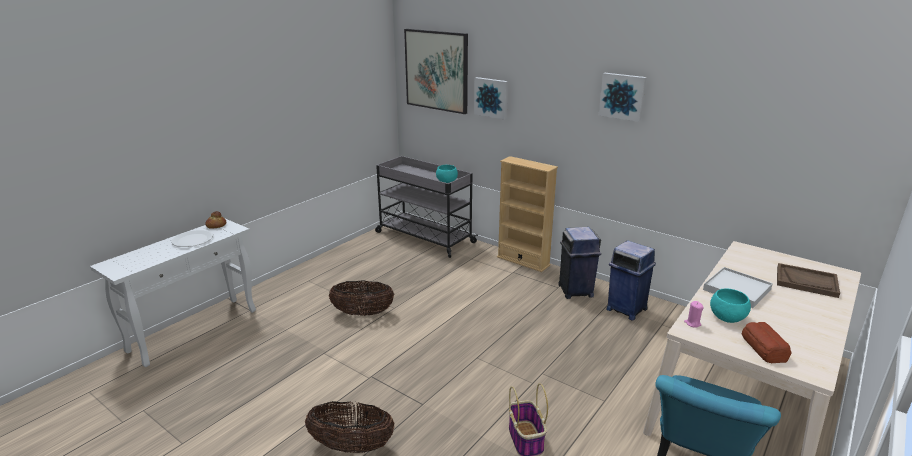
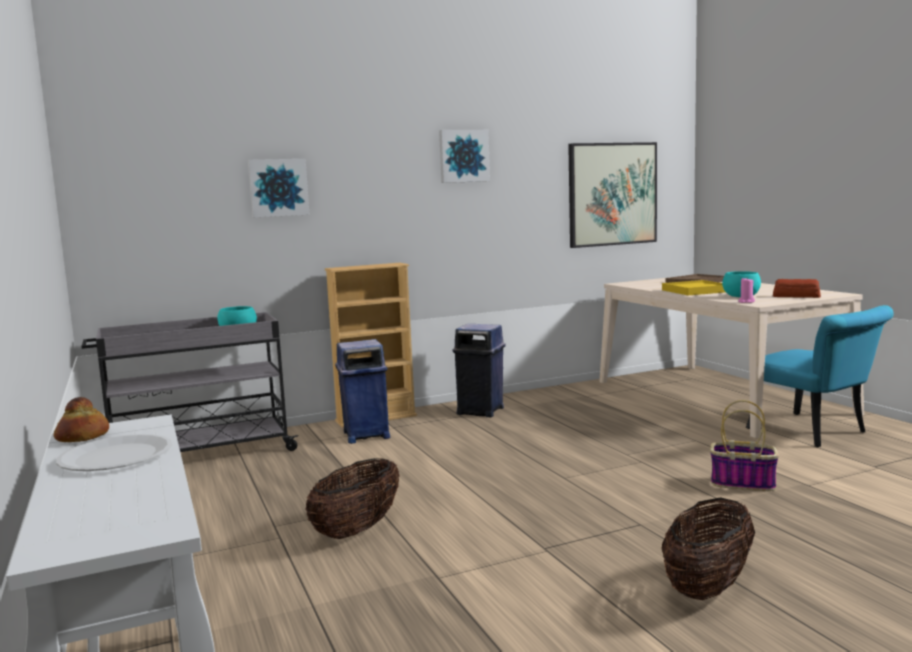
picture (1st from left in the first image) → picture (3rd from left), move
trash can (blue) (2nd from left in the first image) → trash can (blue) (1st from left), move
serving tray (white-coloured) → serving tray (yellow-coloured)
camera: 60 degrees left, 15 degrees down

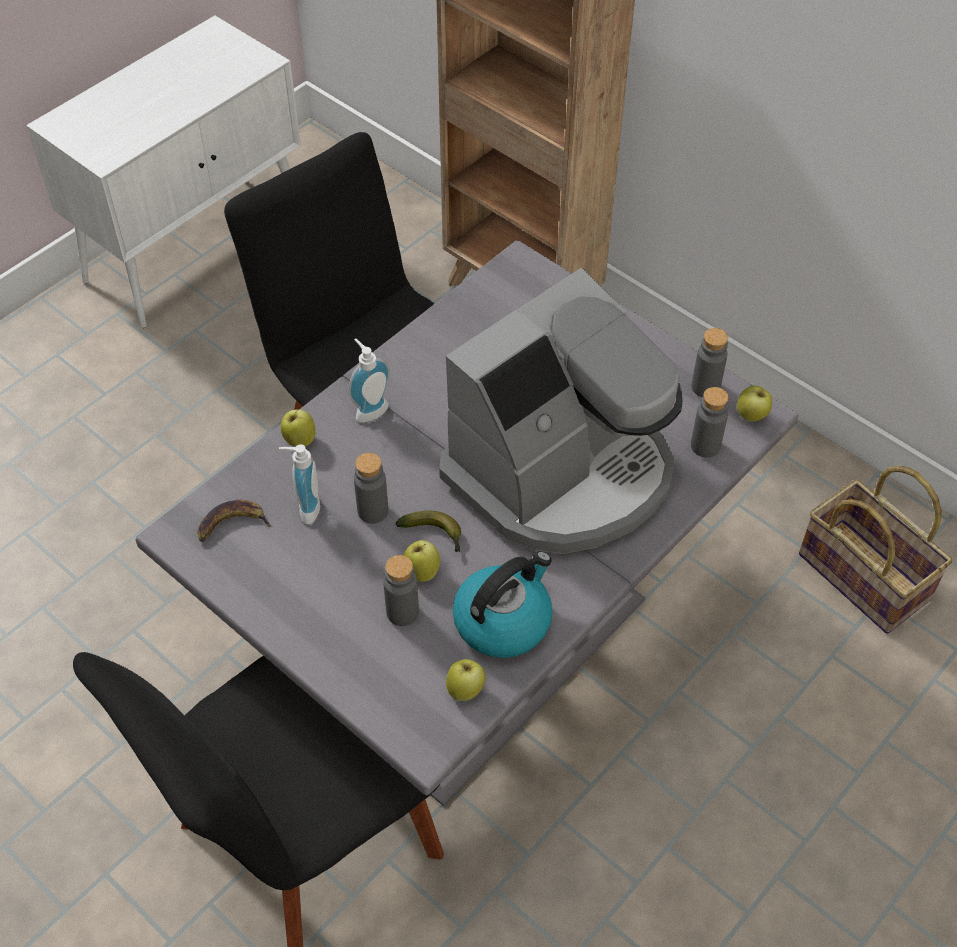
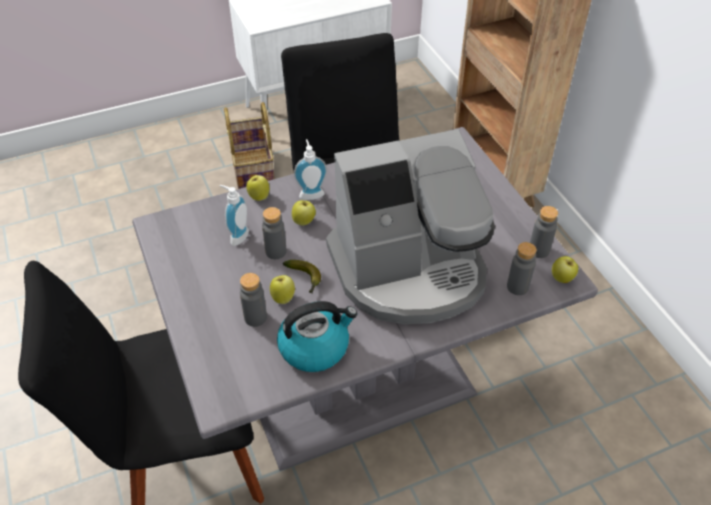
banana (1st from left) → -
apple (3rd from left), move
basket, move
camera: 25 degrees right, 5 degrees down

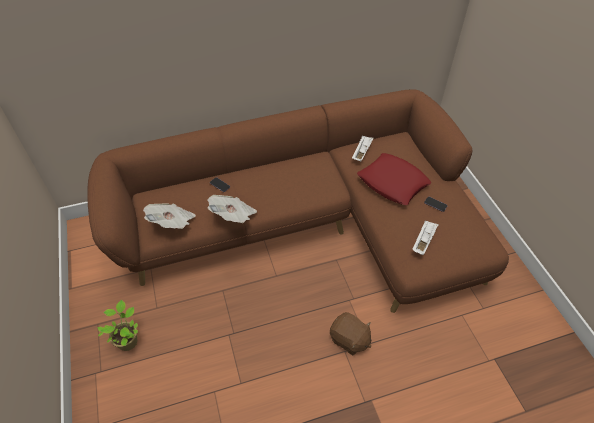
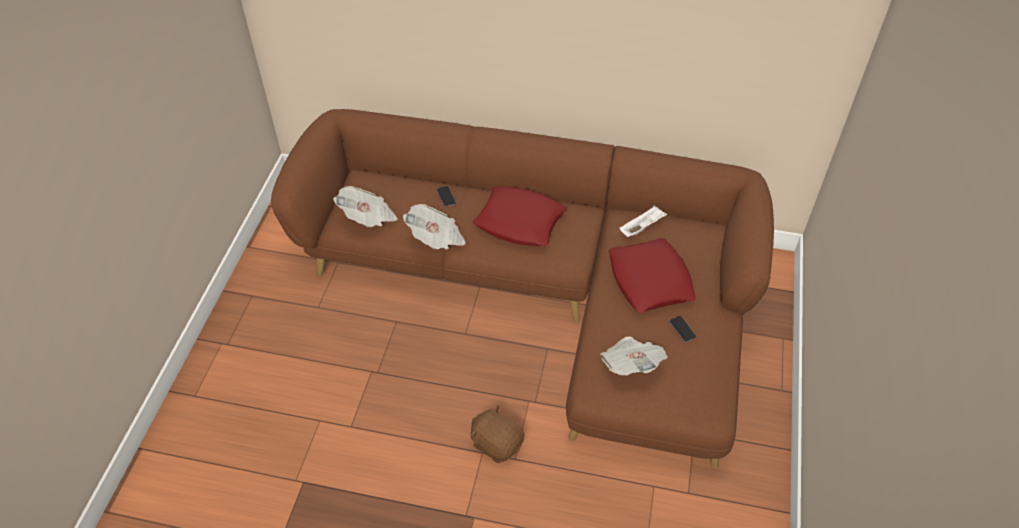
plant in a pot → -
- → pillow (red-coloured) (1st from left)
serving tray (white-coloured) (2nd from left) → printed paper (3rd from left)
plush toy (brownish), 150 degrees clockwise
camera: 30 degrees right, 0 degrees up

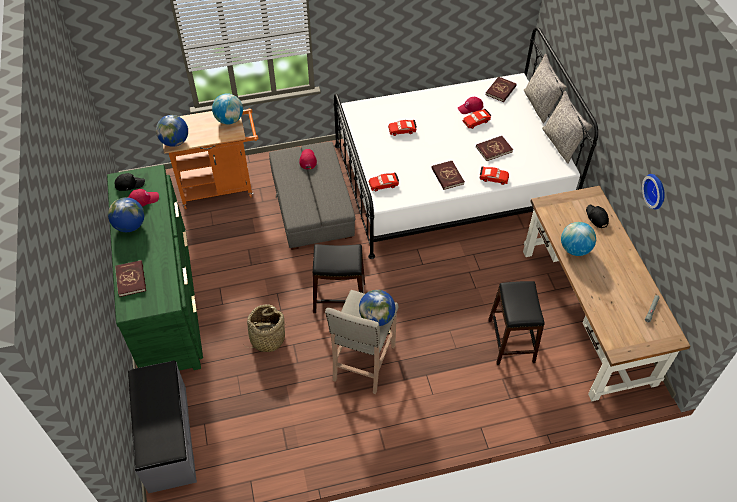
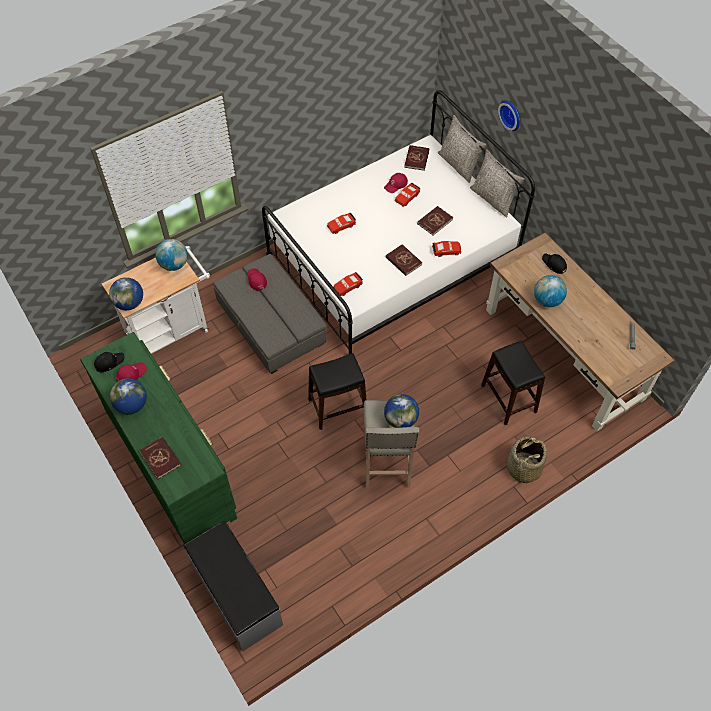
basket, move
clock on the wall, move
trolley (orange) → trolley (white-coloured)
camera: 20 degrees left, 5 degrees up

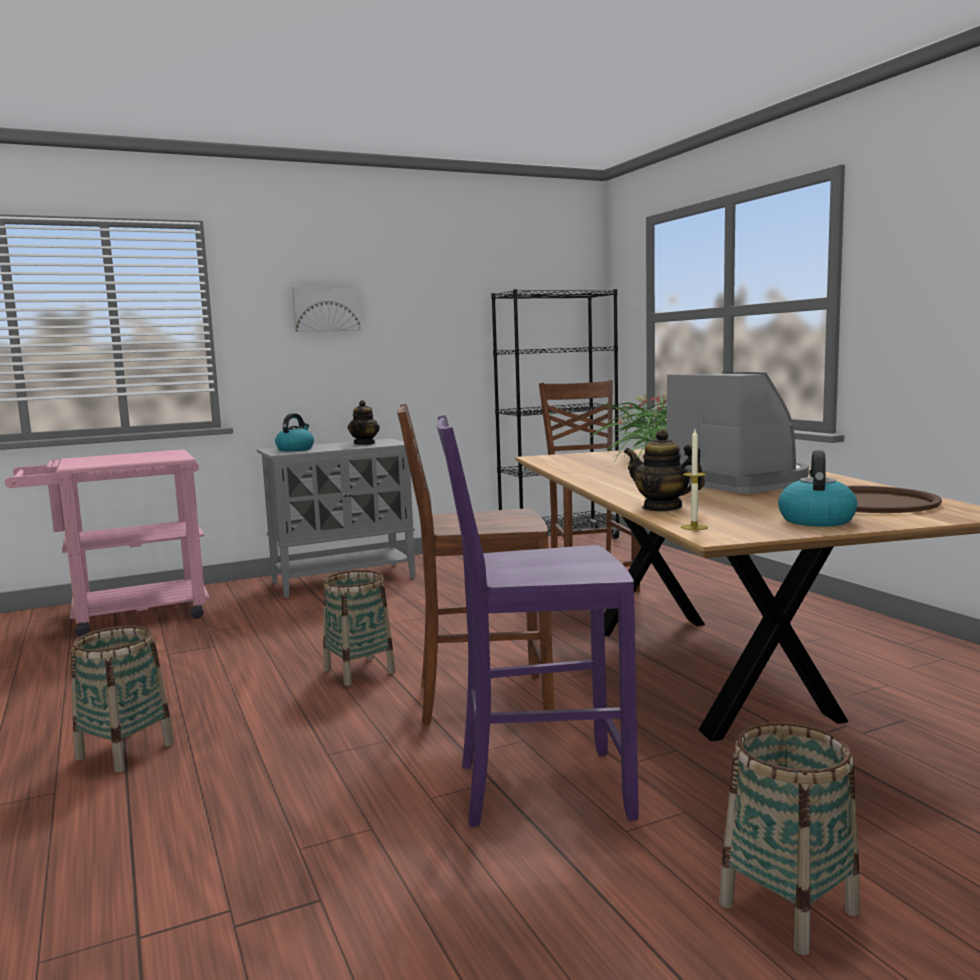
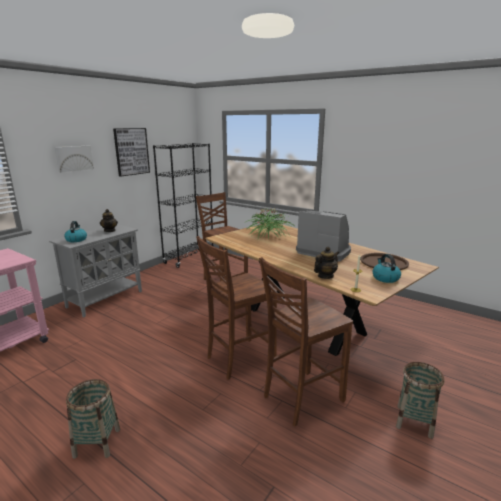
basket (2nd from left) → -
- → picture (2nd from left)
chair (purple) → chair (brownish) (3rd from left)
teapot (2nd from left), 135 degrees clockwise
camera: 30 degrees left, 10 degrees up

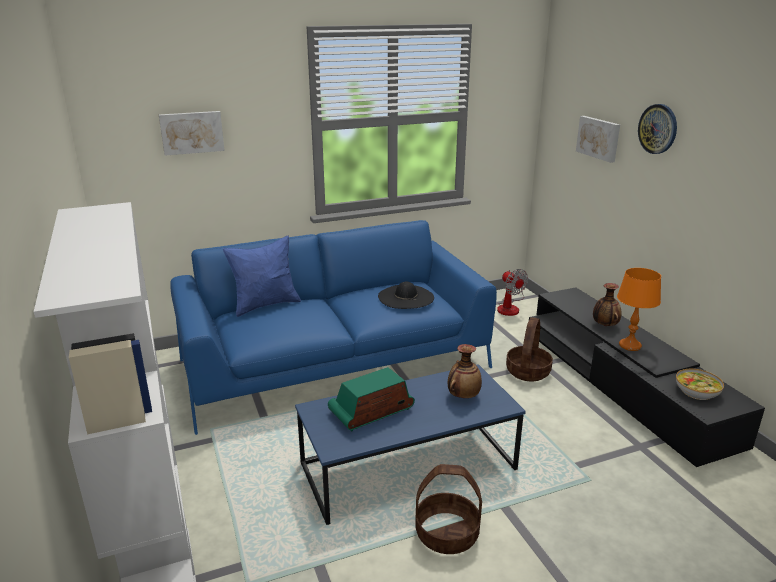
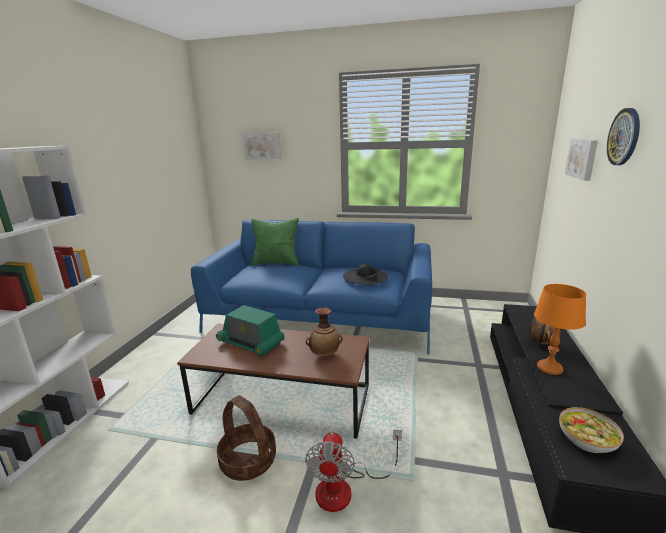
basket (2nd from left) → -
cooling fan, move
pillow (blue) → pillow (green)
lounge table (blue) → lounge table (brownish)
radio receiver, 150 degrees counterclockwise
camera: 35 degrees right, 5 degrees down

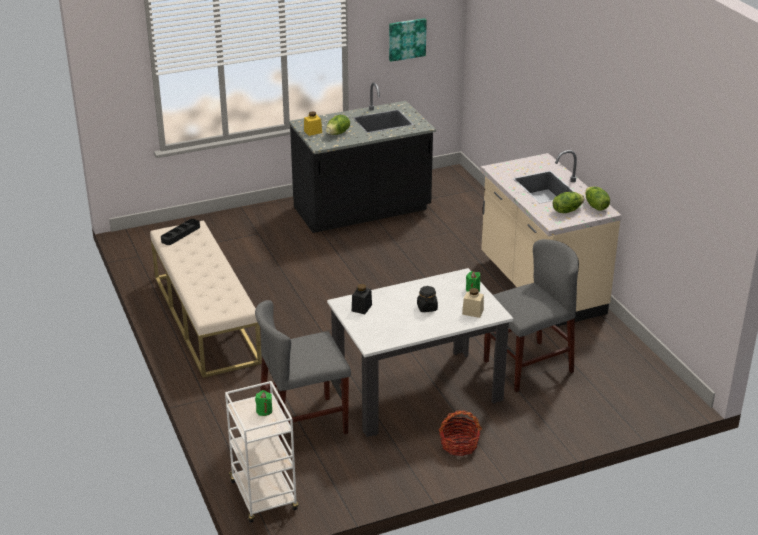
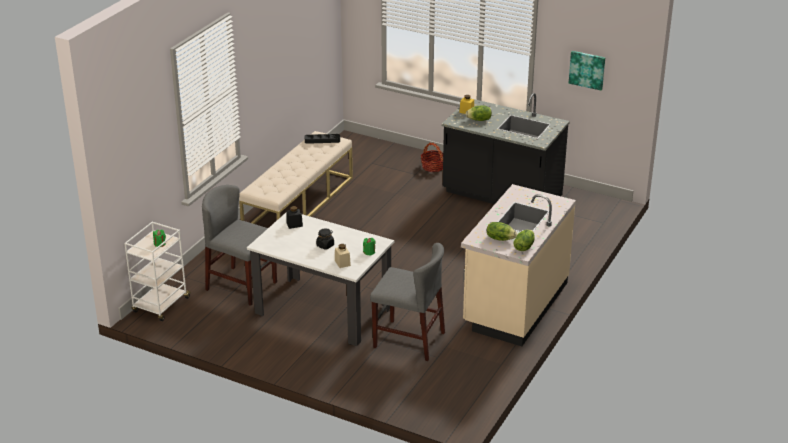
basket, move
camera: 50 degrees right, 0 degrees up

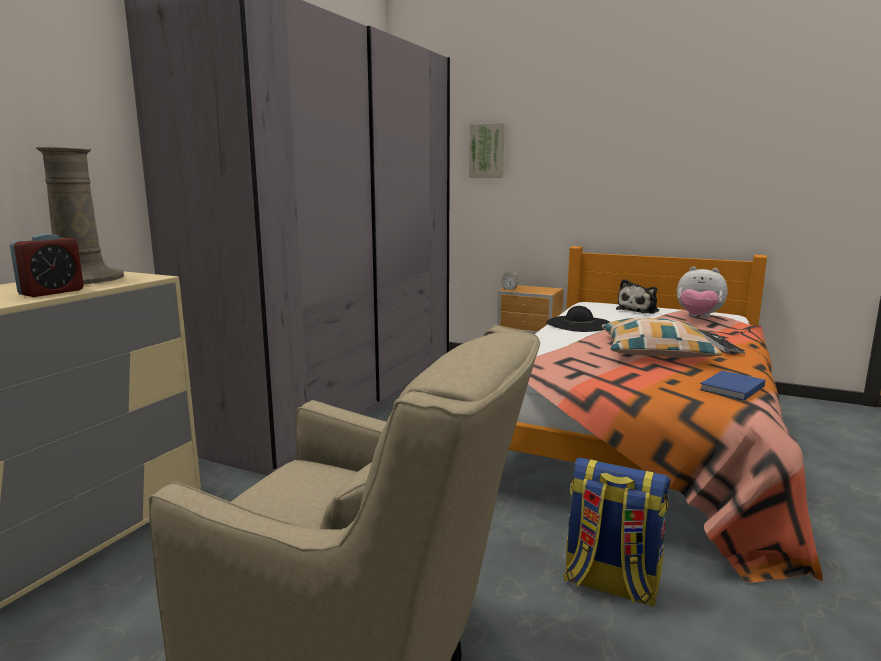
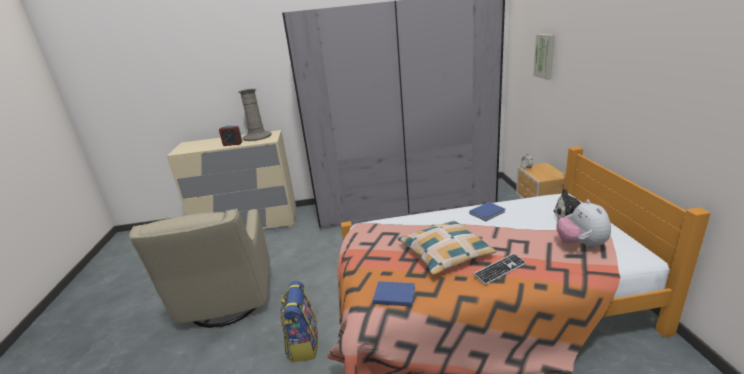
clothing hat (black) → volume (blue) (2nd from left)
camera: 60 degrees right, 10 degrees up

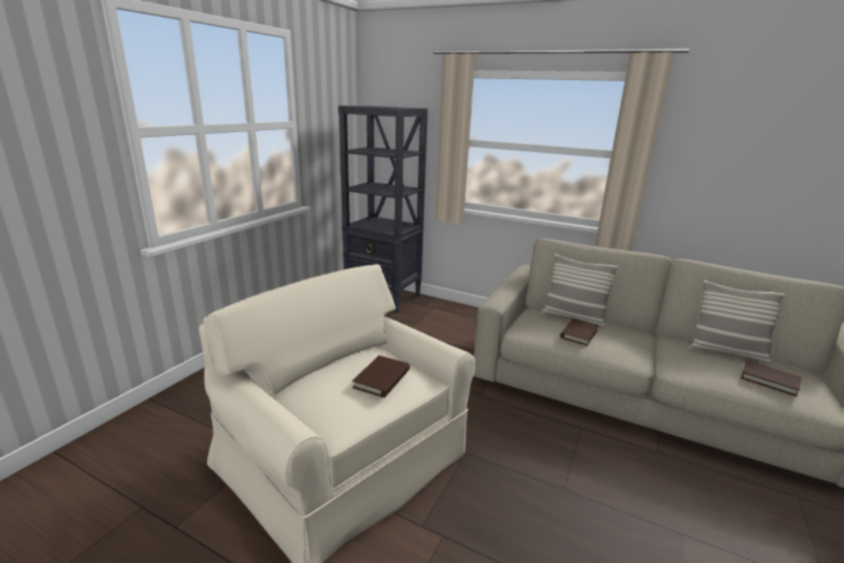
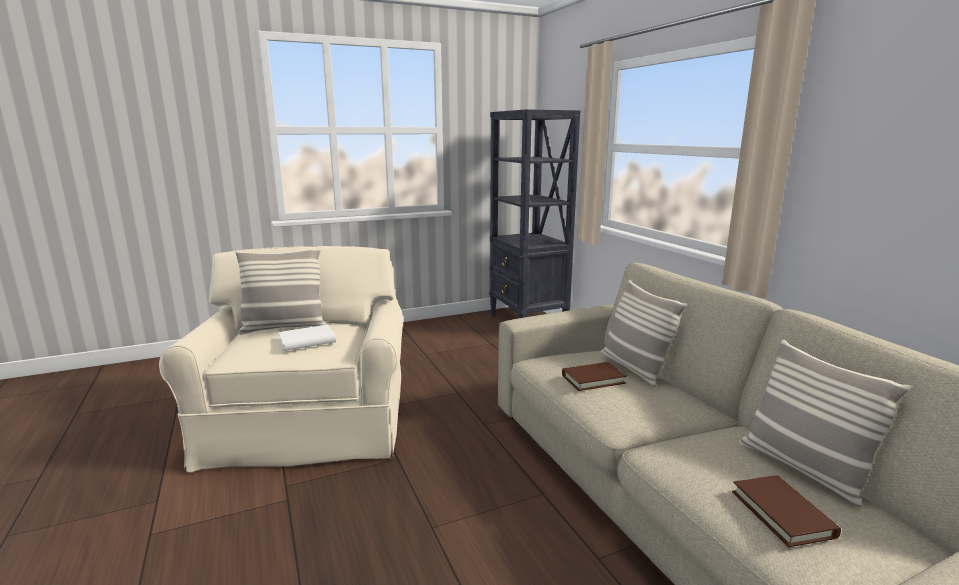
- → pillow (1st from left)
volume (brownish) (1st from left) → volume (white-coloured)
camera: 40 degrees right, 5 degrees down

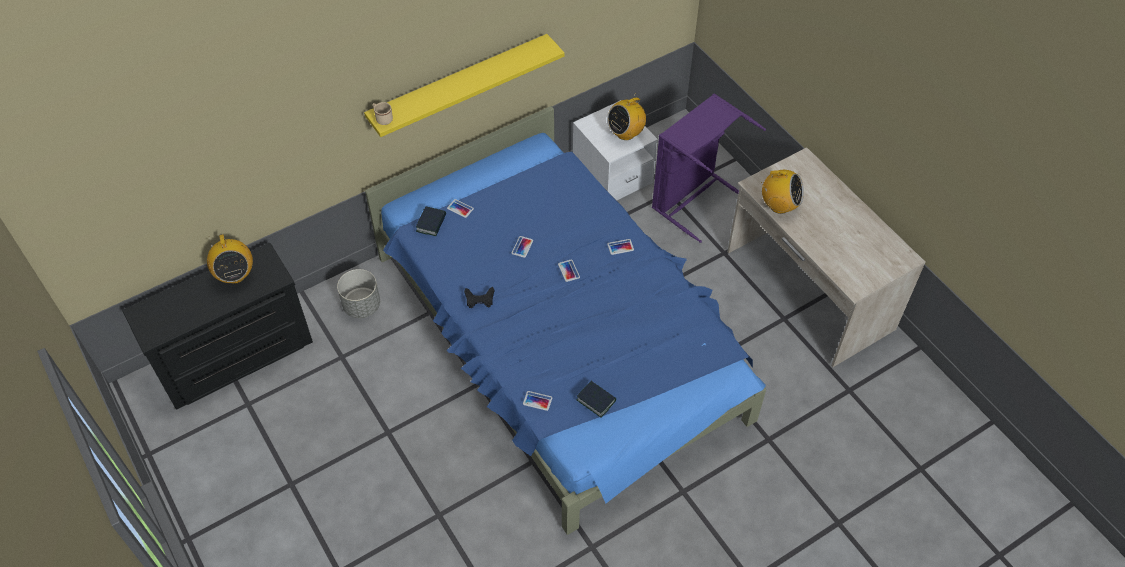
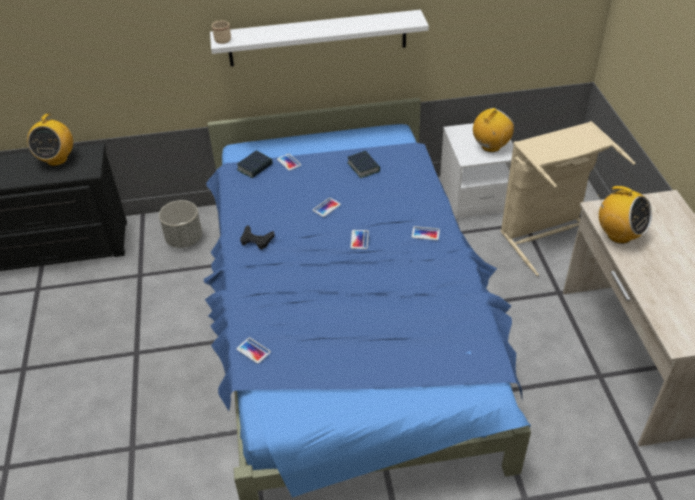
volume (2nd from left), move
wall shelf (yellow-coloured) → wall shelf (white-coloured)
laundry basket (purple) → laundry basket (beige-coloured)
radio receiver (2nd from left), 150 degrees clockwise
camera: 25 degrees right, 10 degrees down

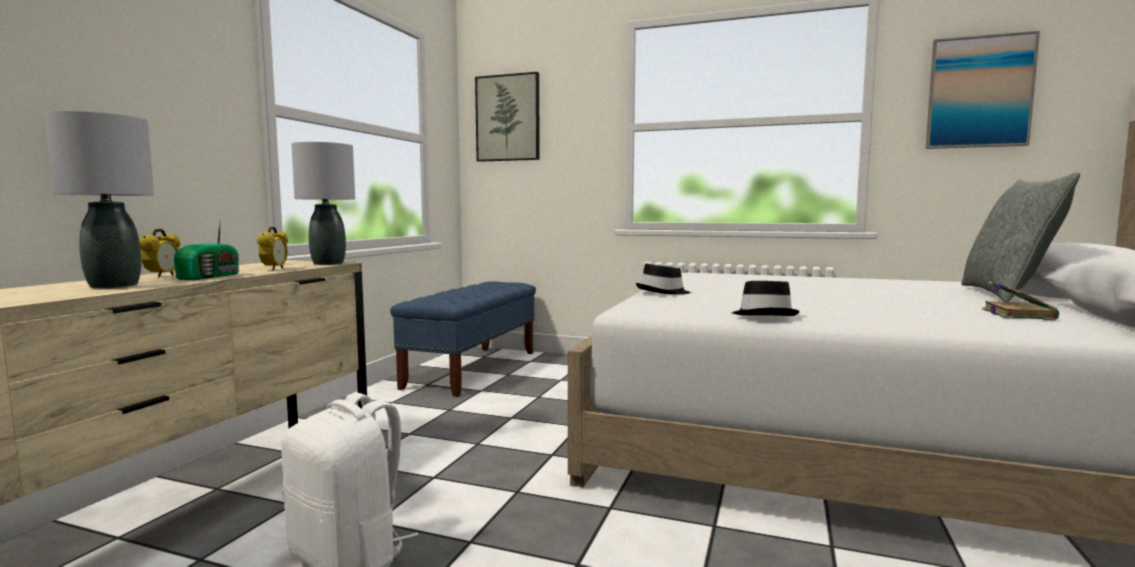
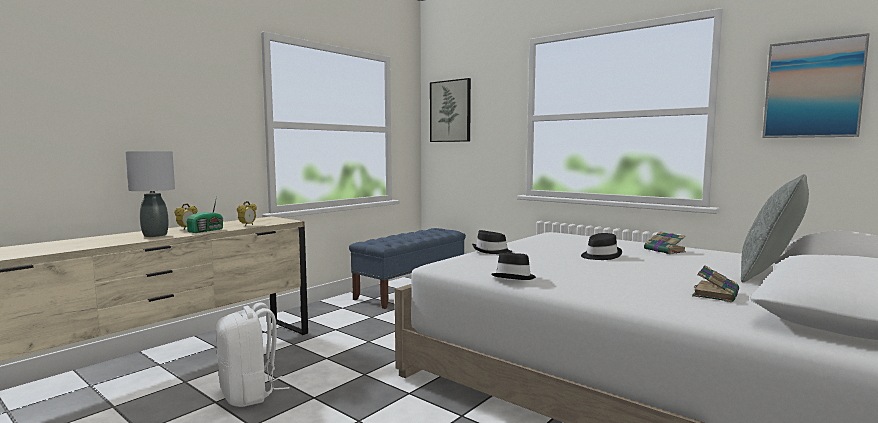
table lamp (greyish) (2nd from left) → -
- → clothing hat (black) (3rd from left)
- → volume (1st from left)
camera: 20 degrees right, 0 degrees up

